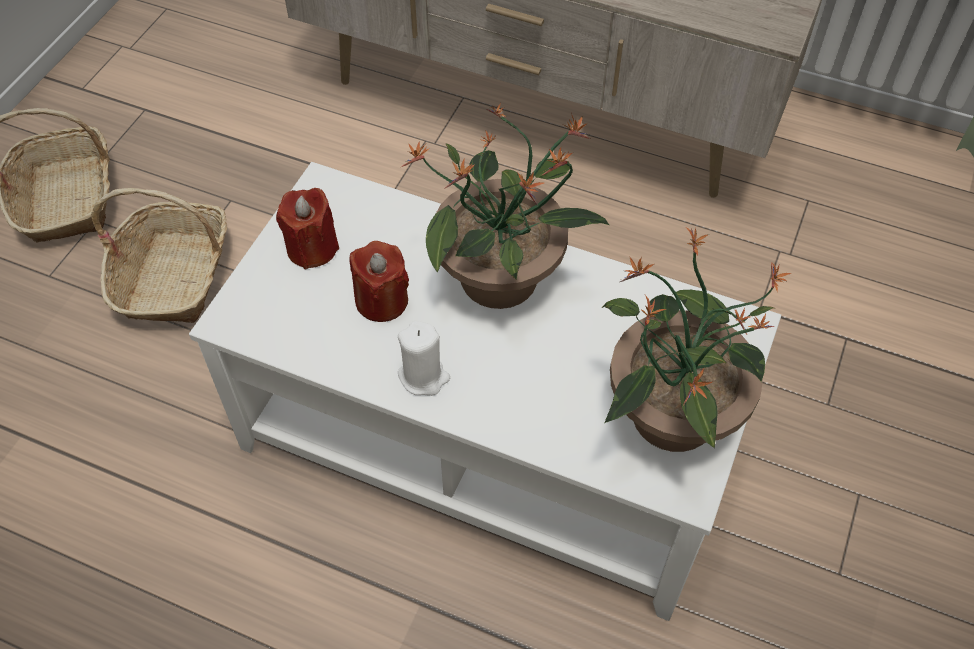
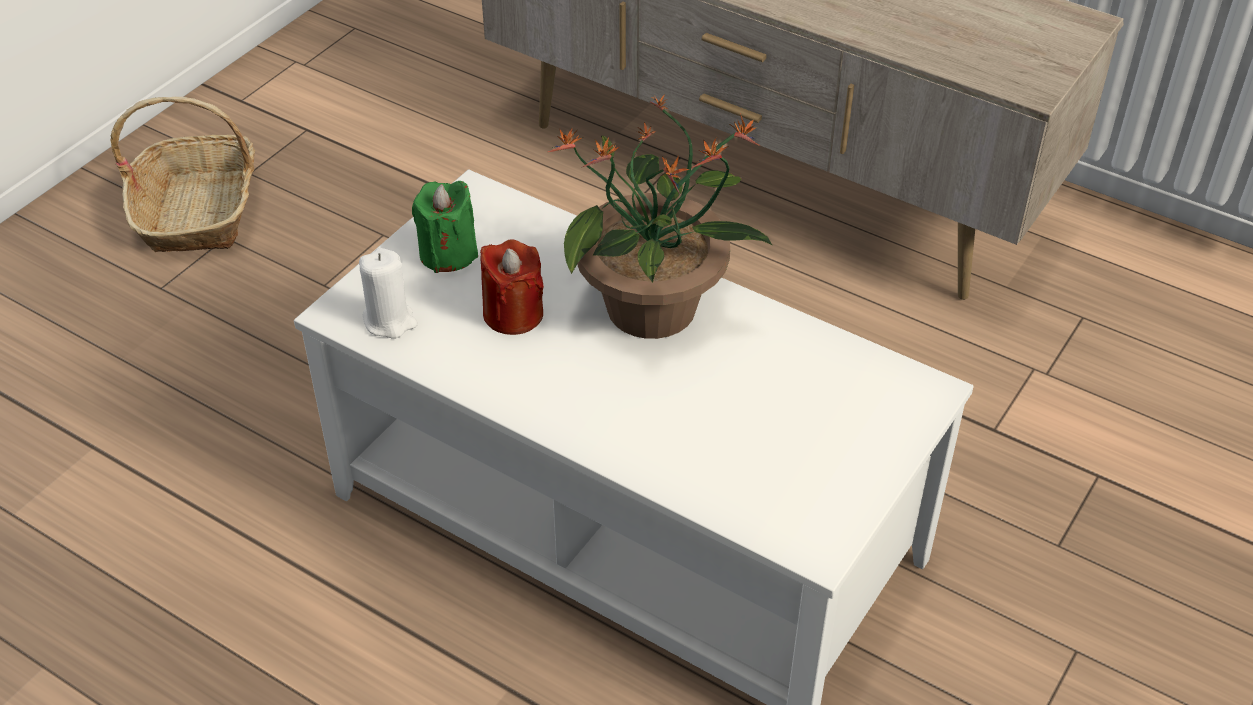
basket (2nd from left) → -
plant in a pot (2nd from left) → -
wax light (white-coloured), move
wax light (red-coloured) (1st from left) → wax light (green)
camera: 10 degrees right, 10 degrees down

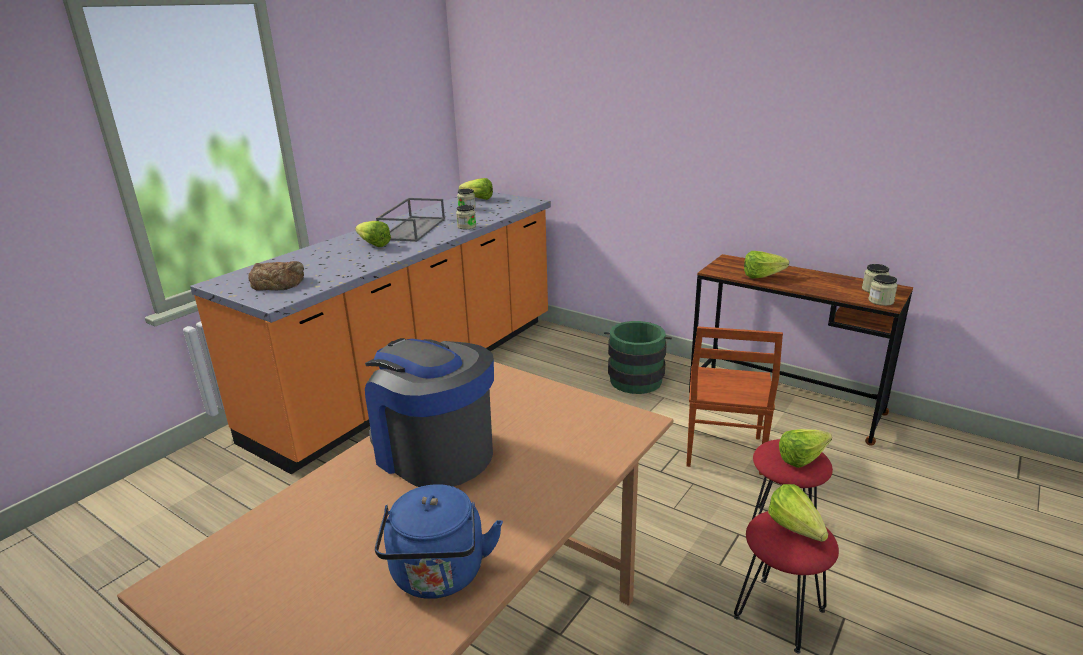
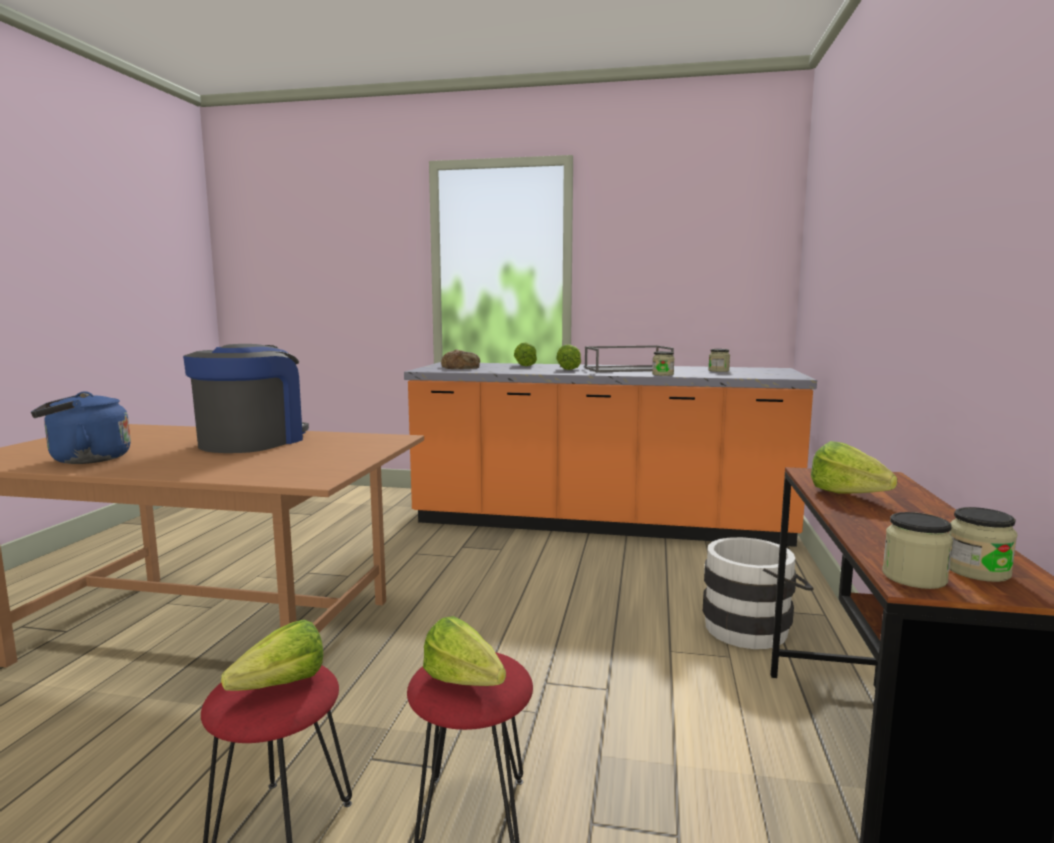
chair (brownish) → -
lettuce head (2nd from left in the first image) → lettuce head (3rd from left), move
bucket (green) → bucket (white-coloured)
camera: 65 degrees right, 15 degrees down

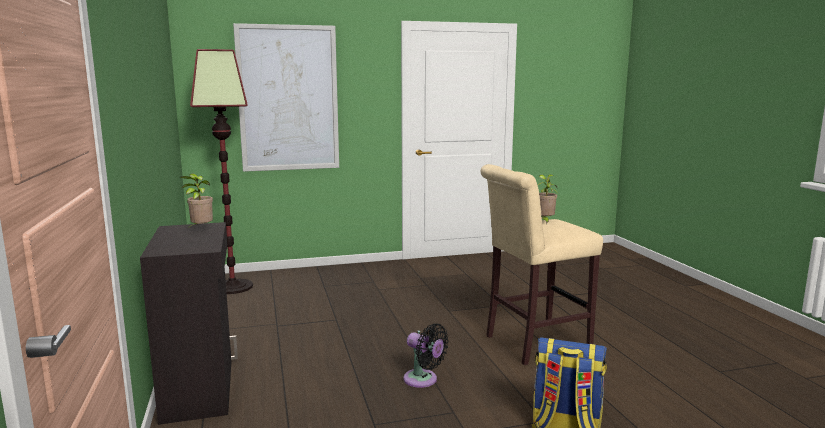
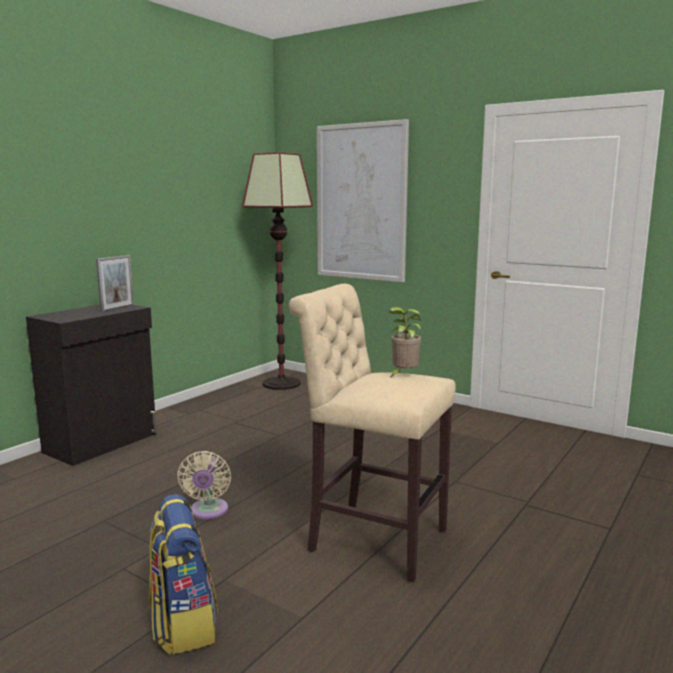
plant in a pot (1st from left) → photo frame
cooling fan (black) → cooling fan (beige-coloured)
camera: 50 degrees right, 0 degrees up

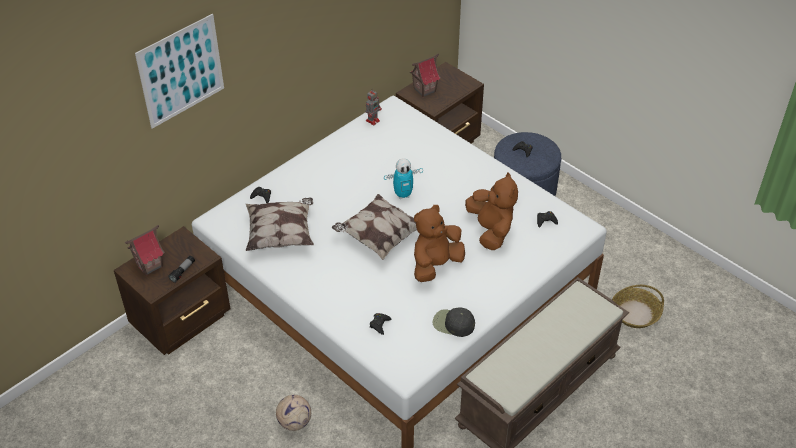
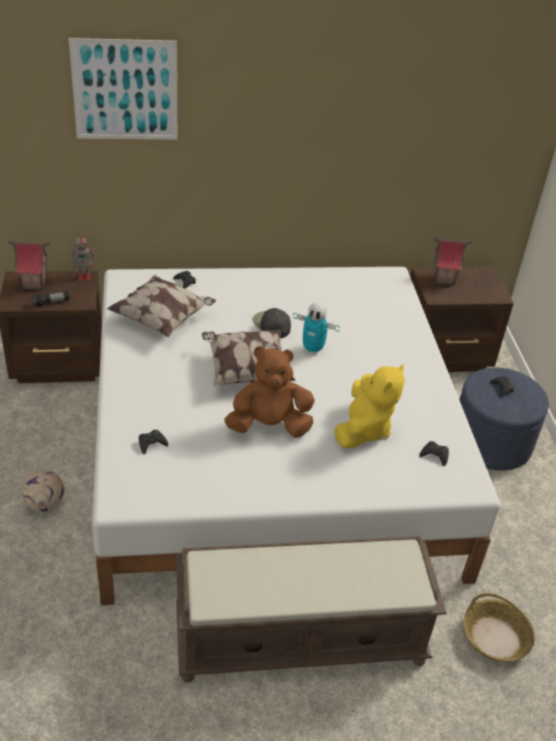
model robot (1st from left), move
baseball cap (black), move
plush toy (brownish) (2nd from left) → plush toy (yellow-coloured)
camera: 35 degrees right, 5 degrees down

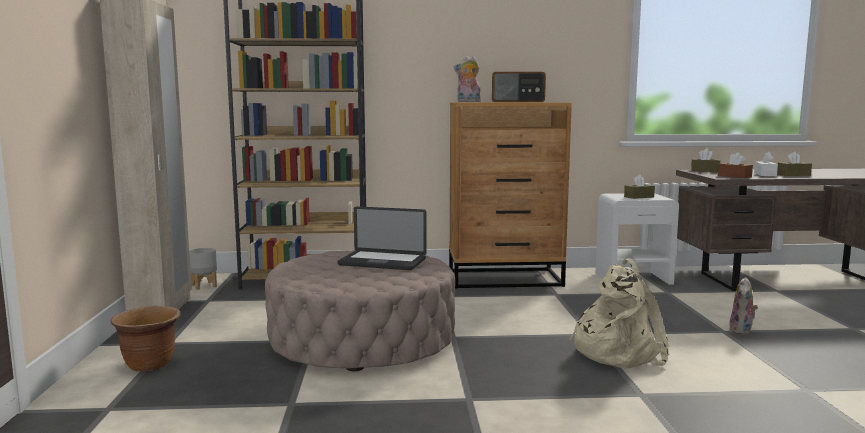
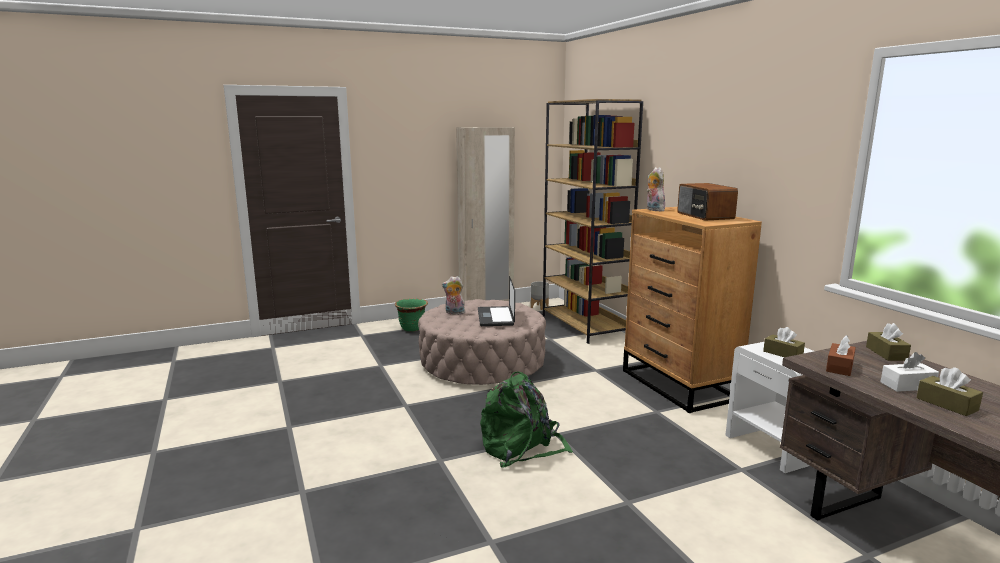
plush toy (2nd from left in the first image) → plush toy (1st from left), move
planter (brownish) → planter (green)
rucksack (beige-coloured) → rucksack (green)
camera: 70 degrees right, 5 degrees up

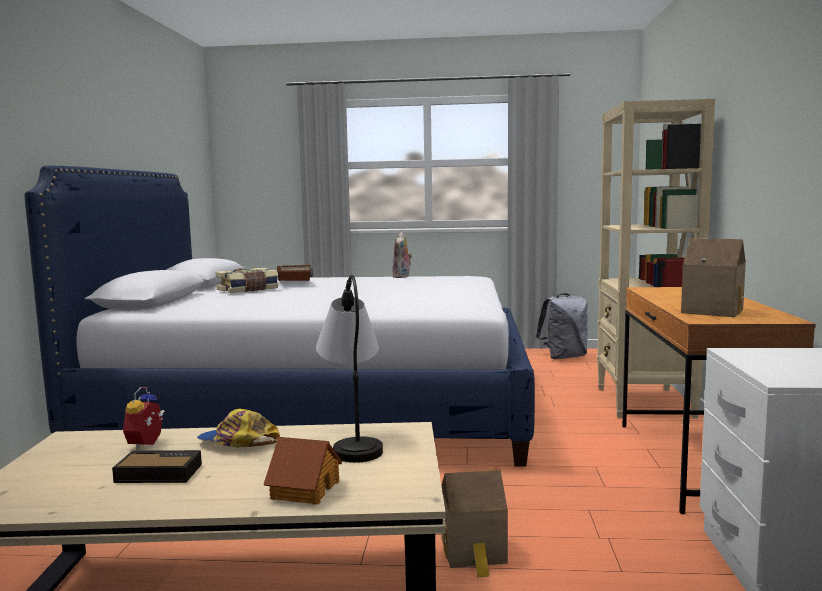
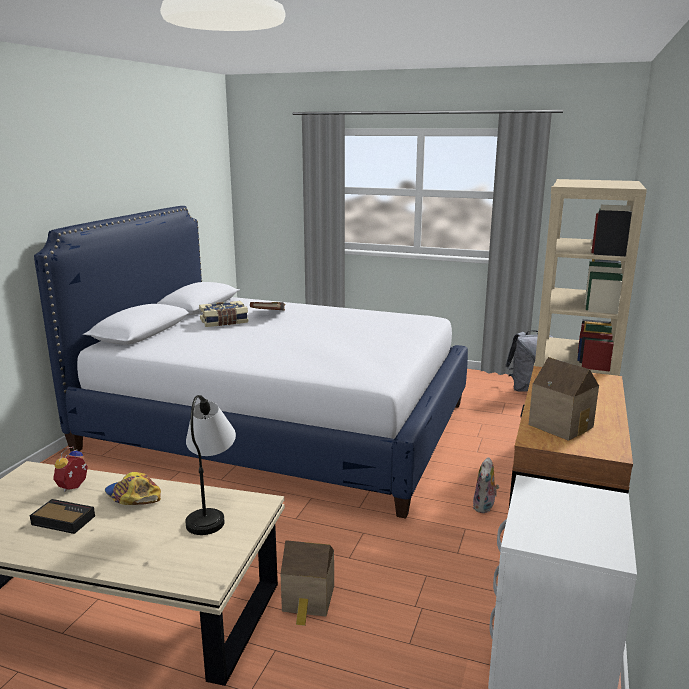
model house (1st from left) → -
plush toy, move
camera: 15 degrees right, 10 degrees up

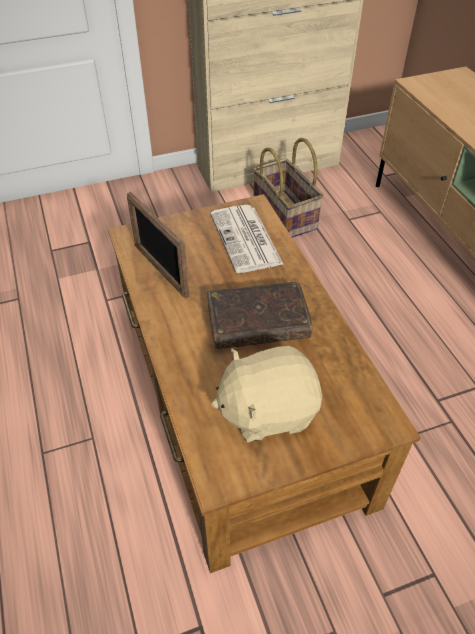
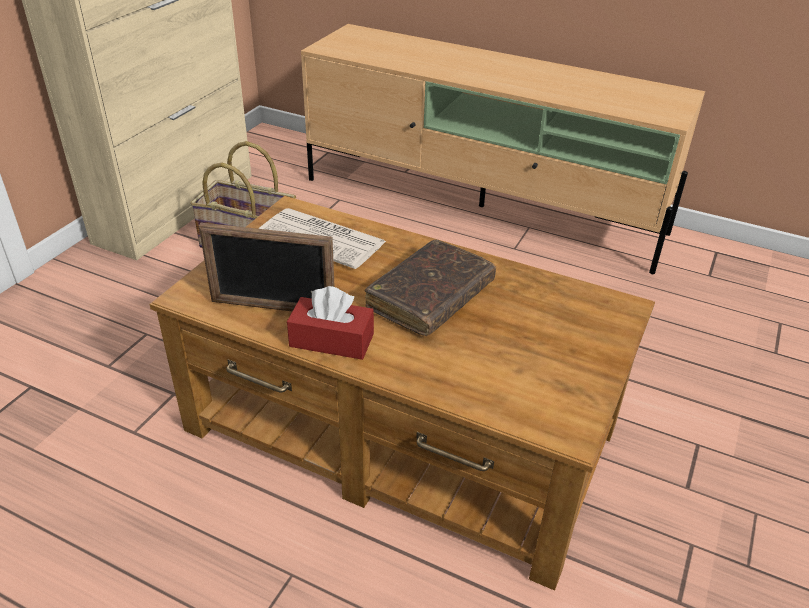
plush toy (beige-coloured) → -
- → box of tissues (red-coloured)
camera: 45 degrees left, 10 degrees down

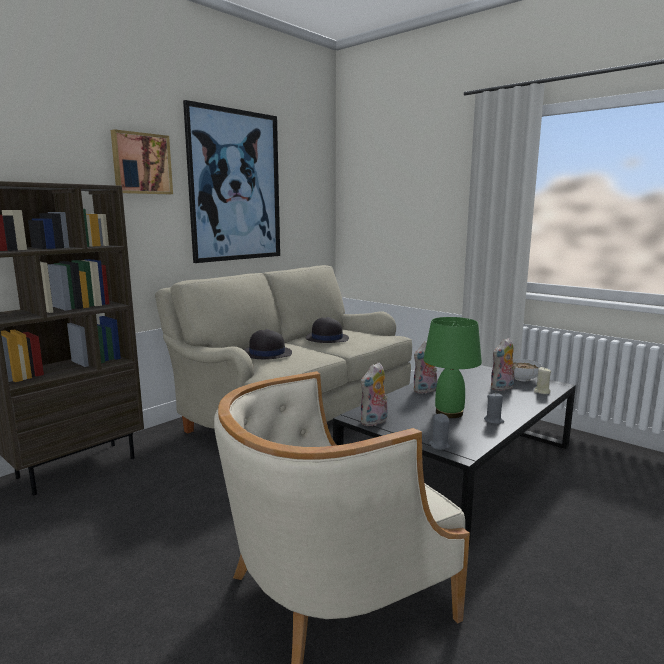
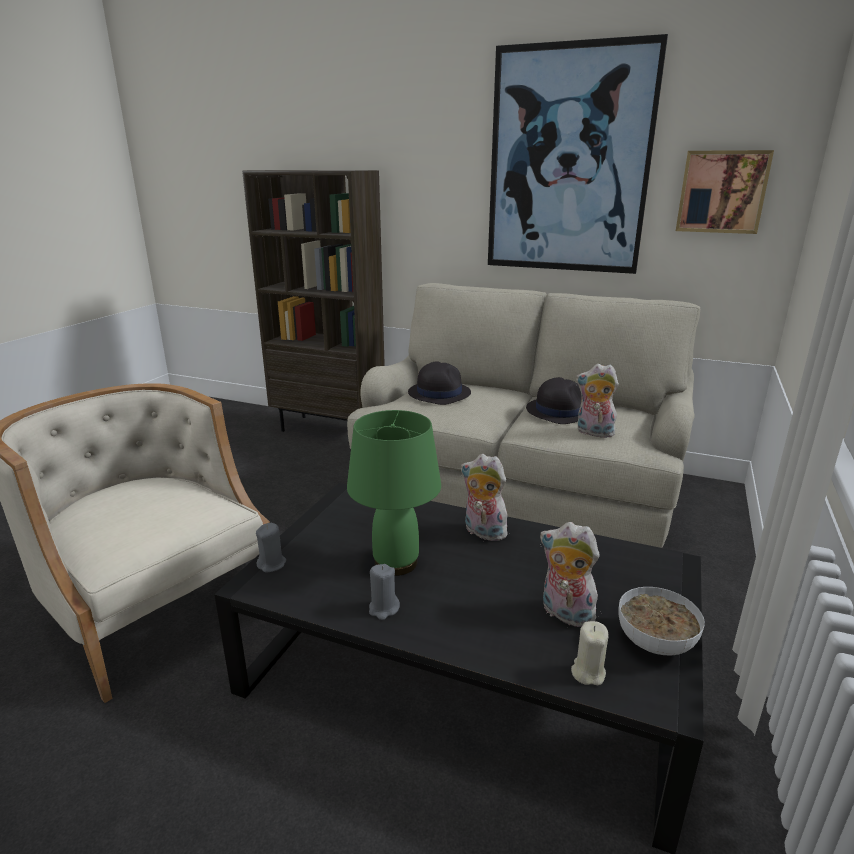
picture (1st from left in the first image) → picture (2nd from left), move
plush toy (1st from left in the first image) → plush toy (3rd from left), move
camera: 70 degrees right, 10 degrees up

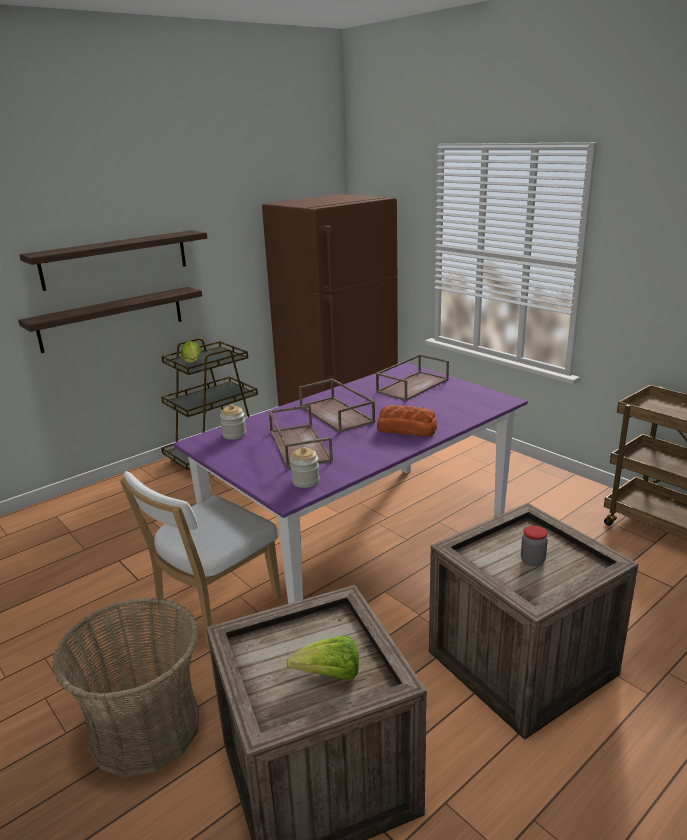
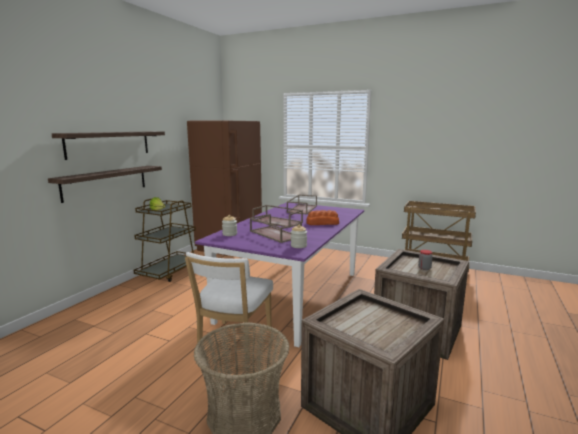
lettuce head (2nd from left) → -
camera: 25 degrees left, 10 degrees down

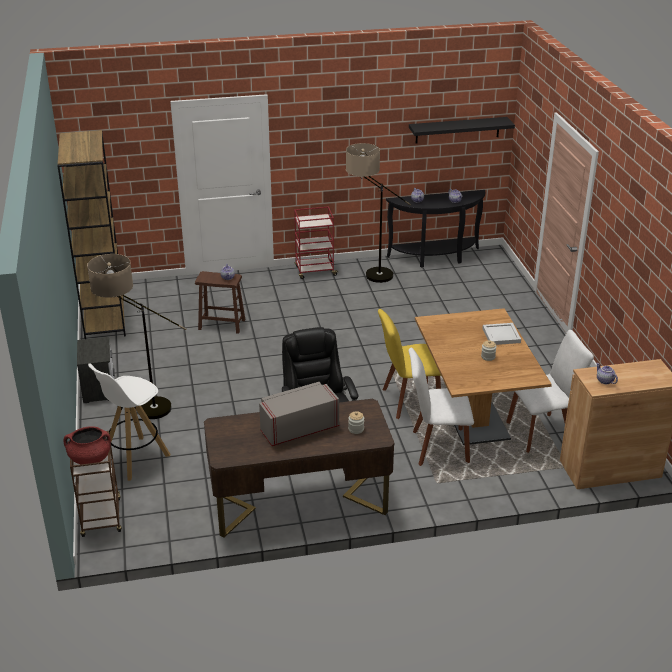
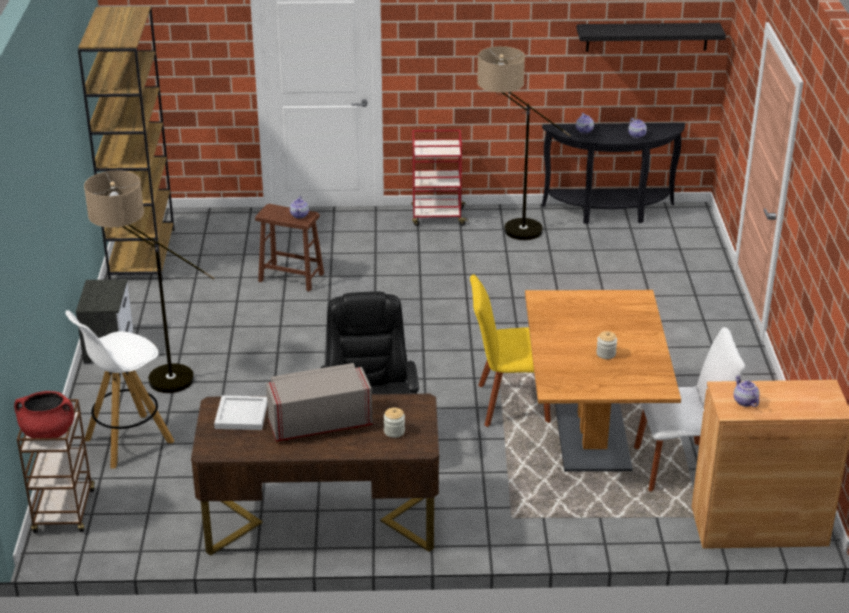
chair (white-coloured) (1st from left) → -
serving tray (white-coloured), move
camera: 10 degrees right, 0 degrees up

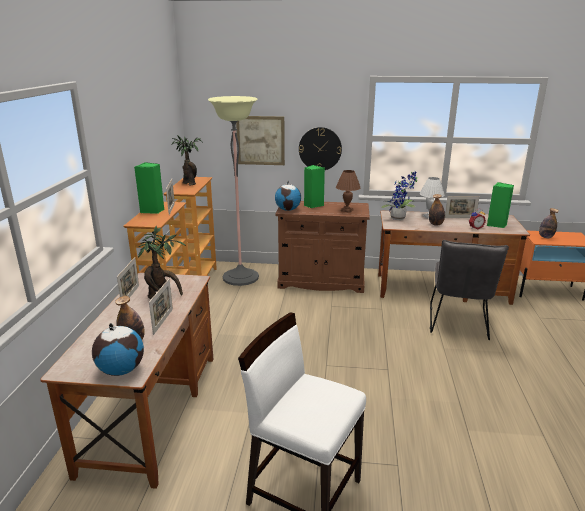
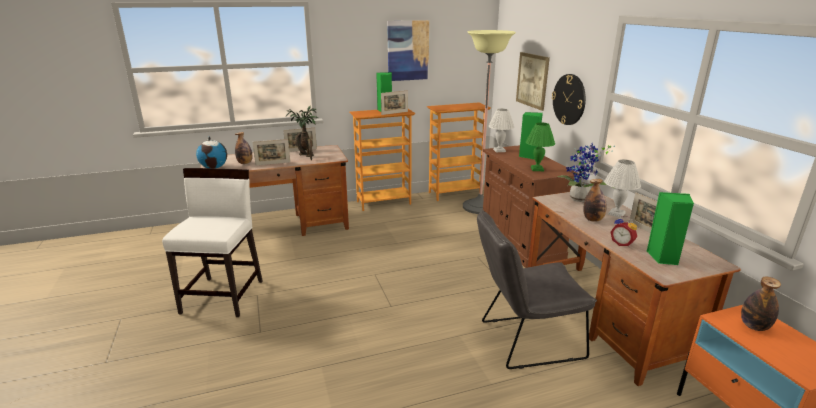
plant in a pot (2nd from left) → -
- → picture (1st from left)
world globe (2nd from left) → table lamp (white-coloured) (1st from left)
table lamp (brownish) → table lamp (green)
camera: 65 degrees right, 0 degrees up

